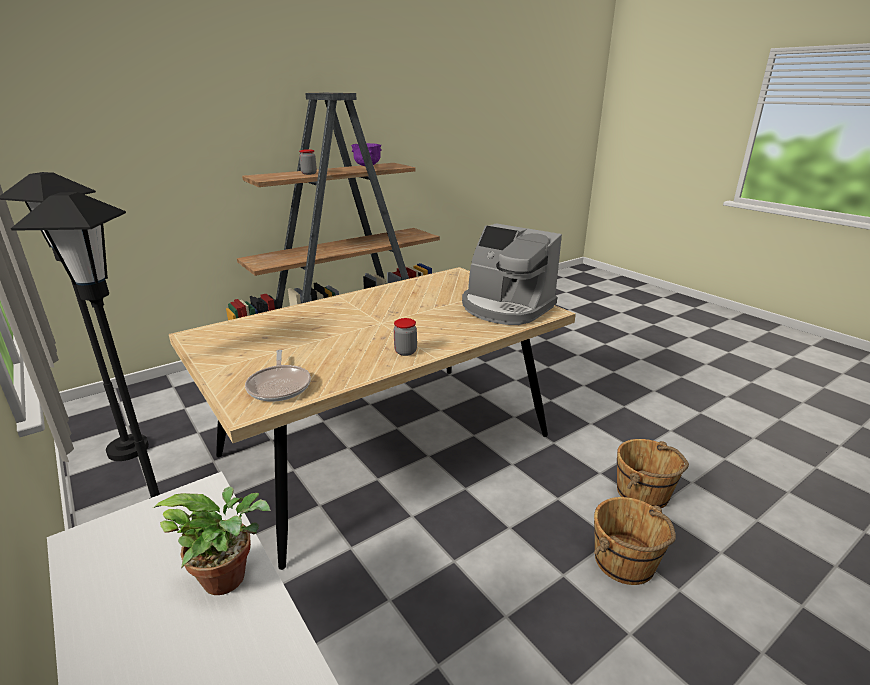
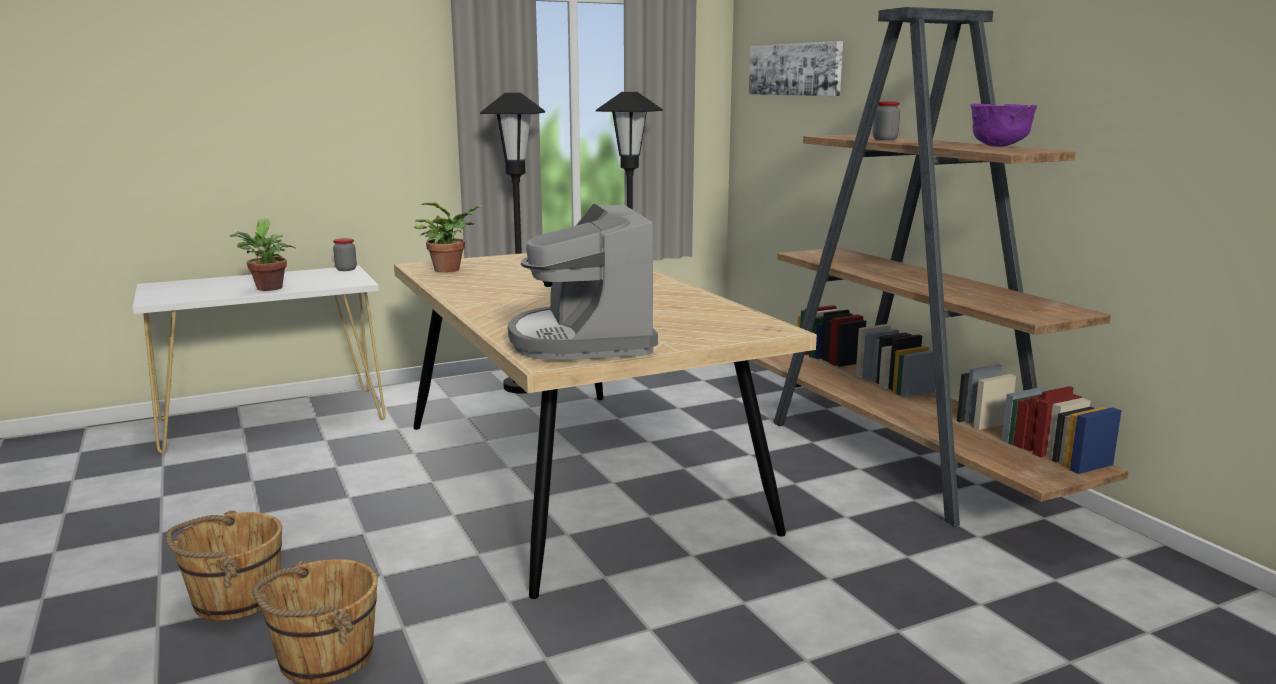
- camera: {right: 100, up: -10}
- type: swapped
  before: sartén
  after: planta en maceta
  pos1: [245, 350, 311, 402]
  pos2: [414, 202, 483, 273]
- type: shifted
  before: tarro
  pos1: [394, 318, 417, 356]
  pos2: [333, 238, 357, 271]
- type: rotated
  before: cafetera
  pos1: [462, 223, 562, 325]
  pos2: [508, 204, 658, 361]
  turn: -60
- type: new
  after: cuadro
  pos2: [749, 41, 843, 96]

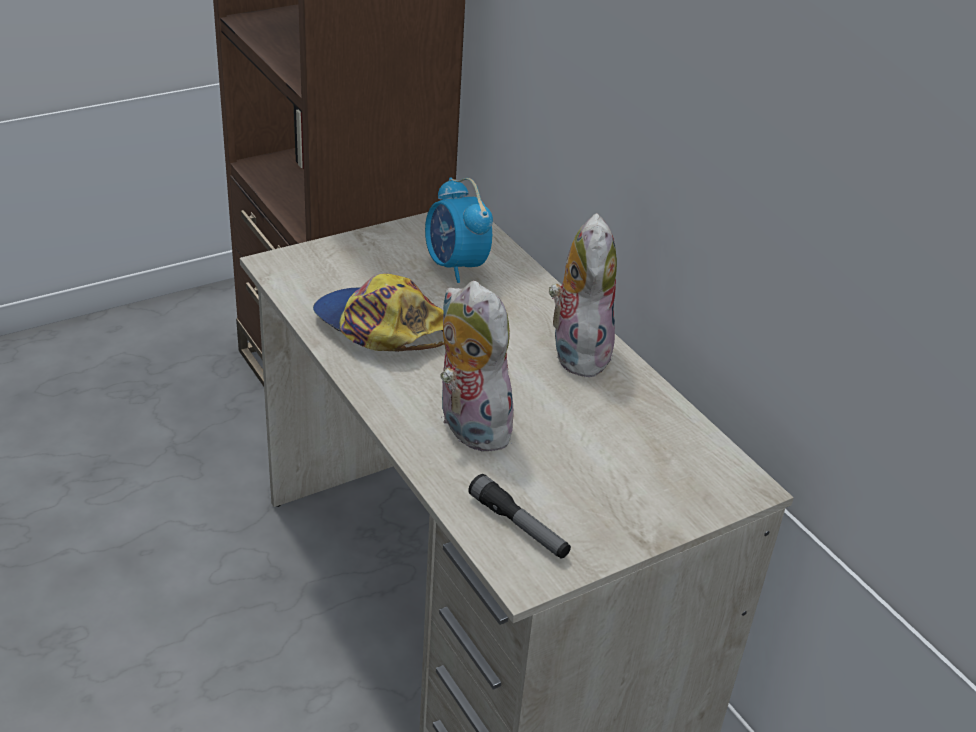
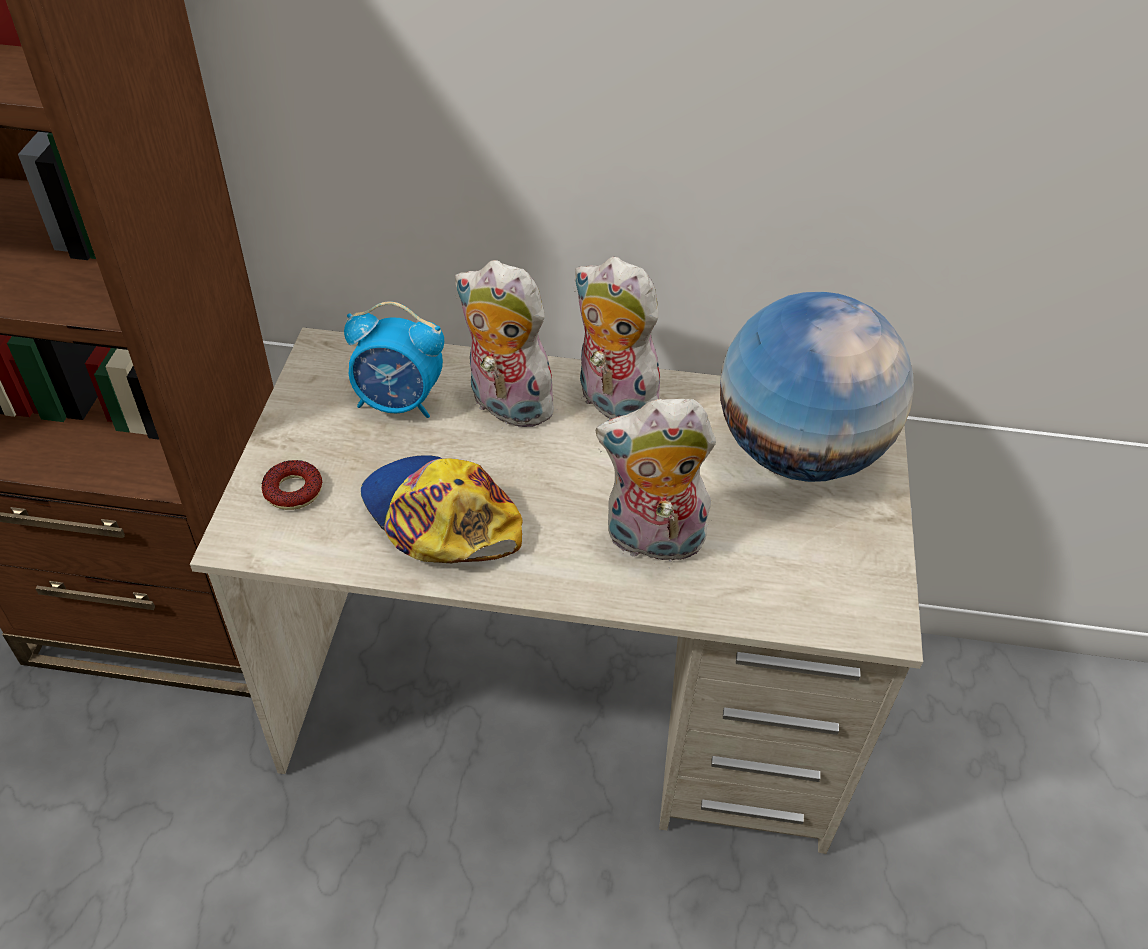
- camera: {right: -50, up: 10}
- type: rotated
  before: gorra
  pos1: [313, 274, 444, 352]
  pos2: [361, 455, 523, 563]
  turn: 60
- type: gone
  before: linterna
  pos1: [468, 474, 571, 559]
- type: new
  after: rosquilla
  pos2: [262, 460, 322, 510]
- type: new
  after: peluche
  pos2: [455, 260, 564, 427]
- type: new
  after: globo terráqueo
  pos2: [720, 292, 914, 482]

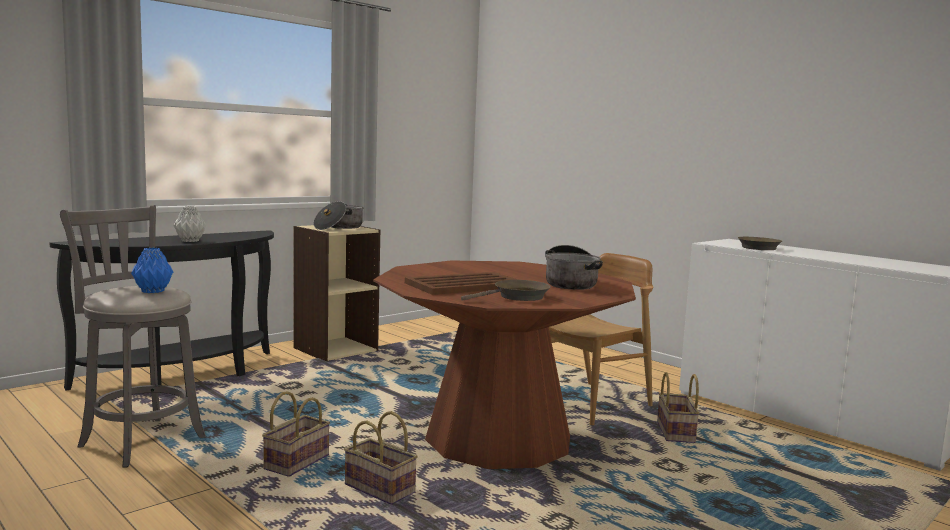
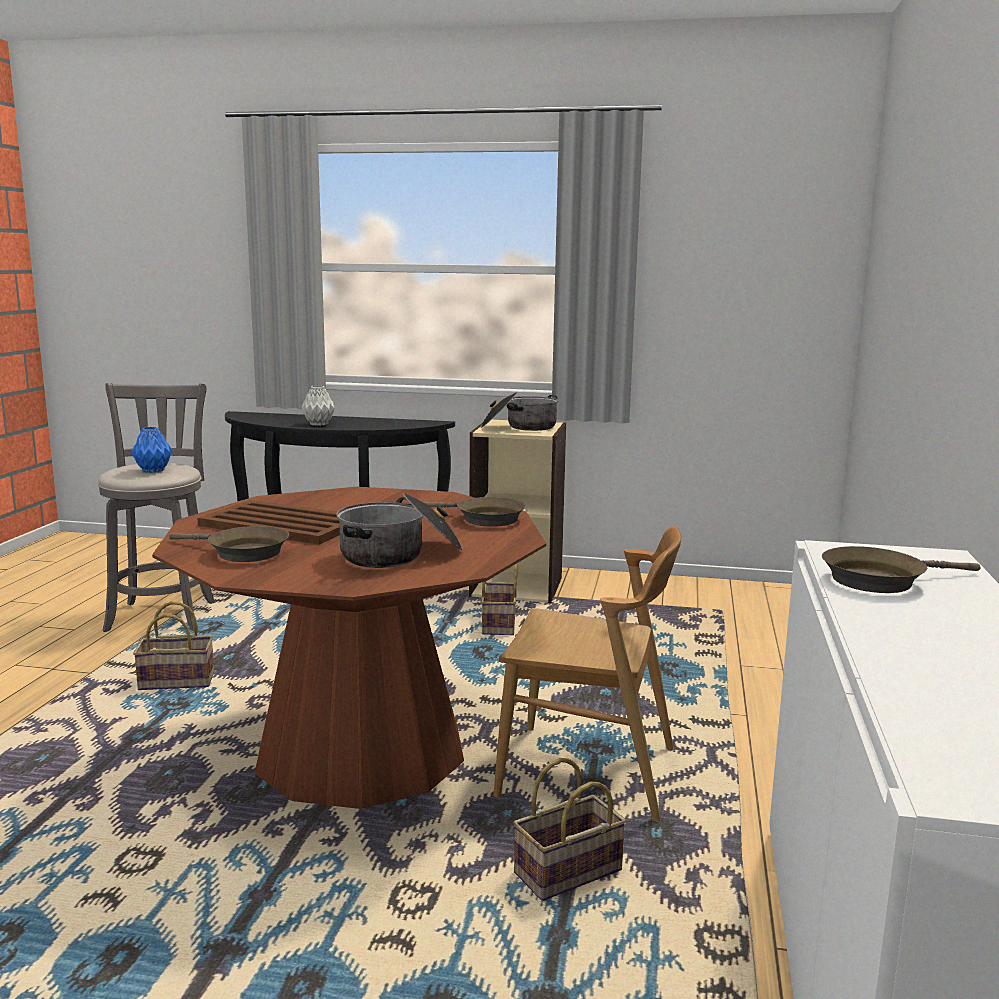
- camera: {right: 55, up: 5}
- type: shifted
  before: cesta
  pos1: [344, 411, 418, 505]
  pos2: [481, 564, 517, 635]
- type: new
  after: sartén/marrón
  pos2: [423, 497, 526, 527]

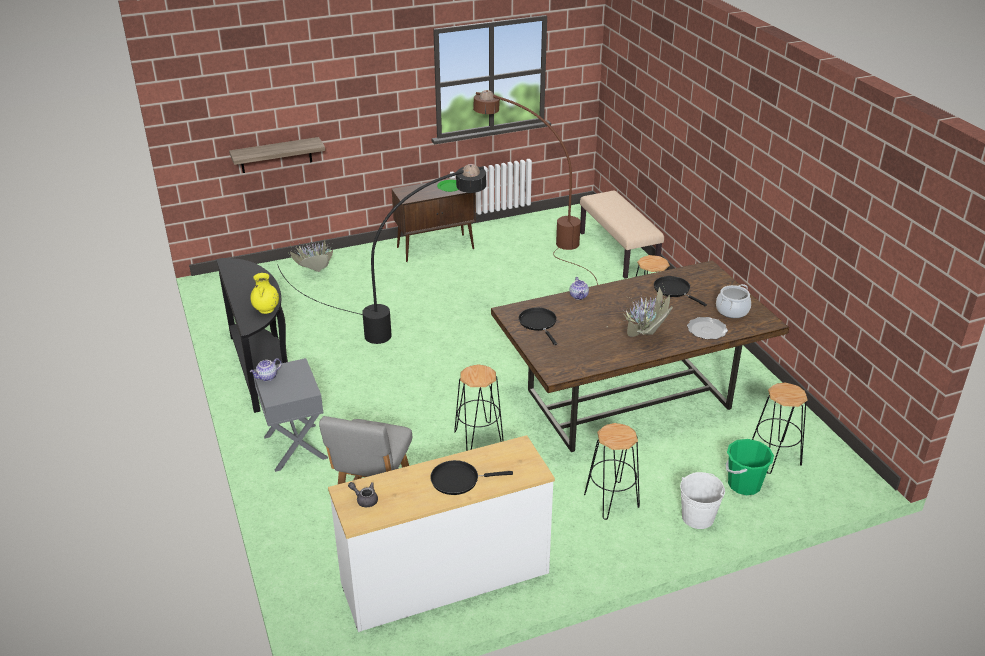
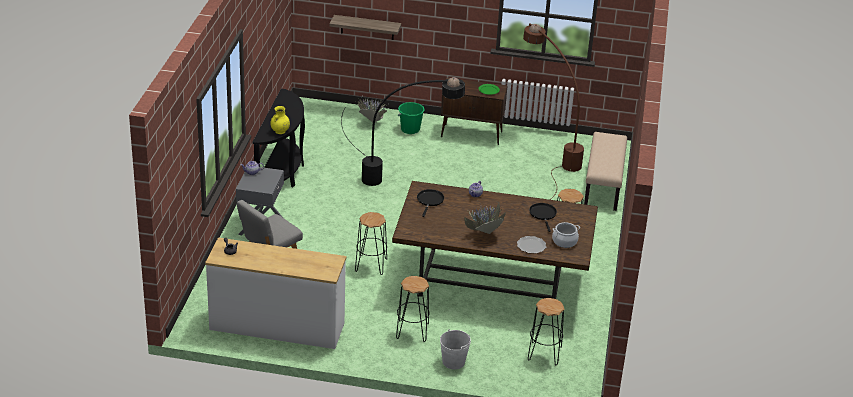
- camera: {right: 30, up: 0}
- type: gone
  before: sartén/negro
  pos1: [430, 460, 513, 495]
- type: shifted
  before: cubo/verde
  pos1: [725, 439, 774, 495]
  pos2: [398, 102, 425, 134]

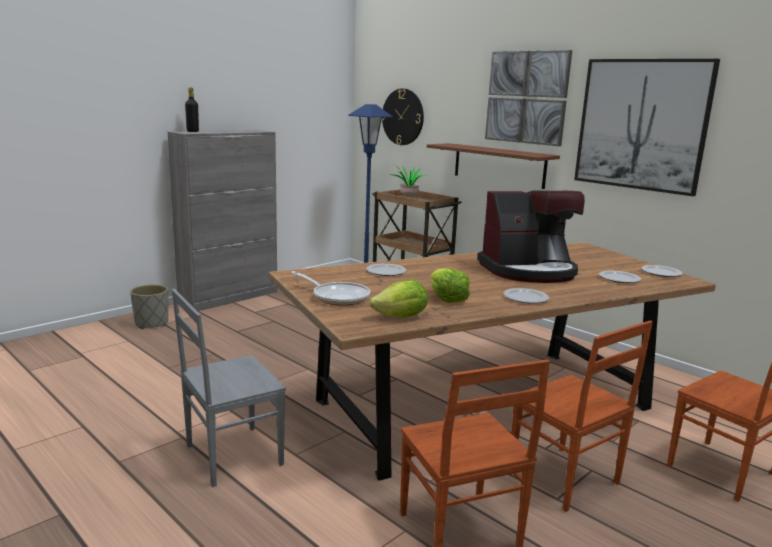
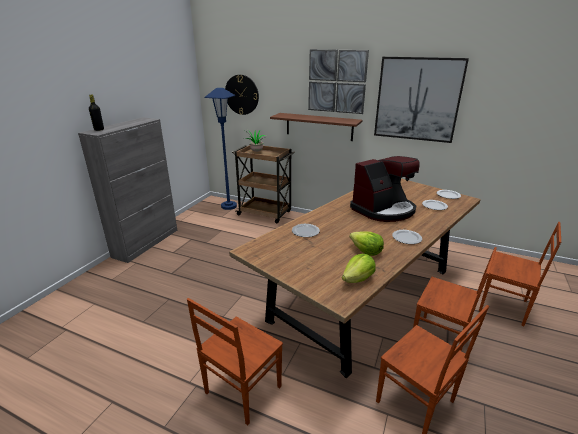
- camera: {right: -20, up: 10}
- type: gone
  before: maceta/gris
  pos1: [130, 285, 168, 329]
- type: repainted
  before: silla/gris
  after: silla/marrón
  pos1: [172, 289, 286, 487]
  pos2: [187, 298, 283, 425]
- type: gone
  before: sartén
  pos1: [291, 271, 370, 306]

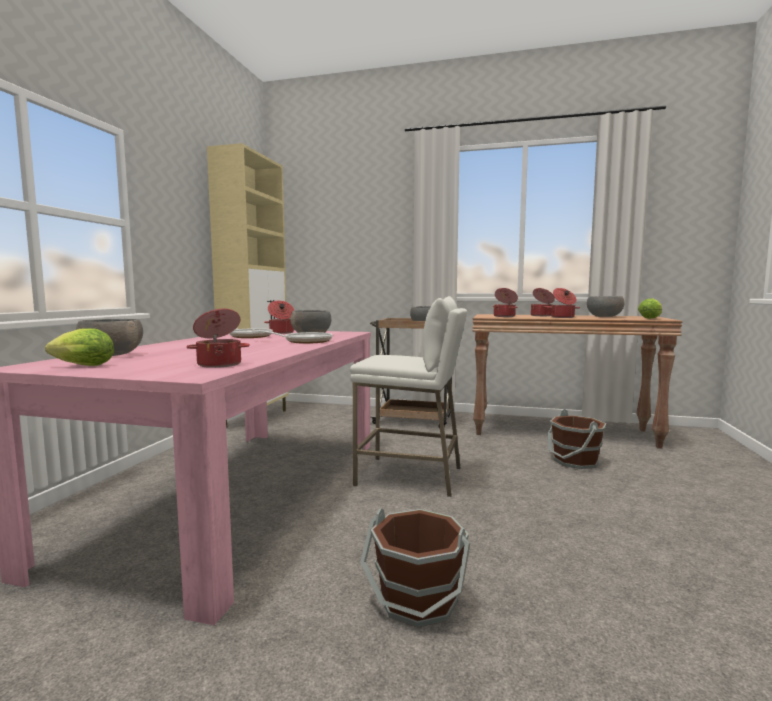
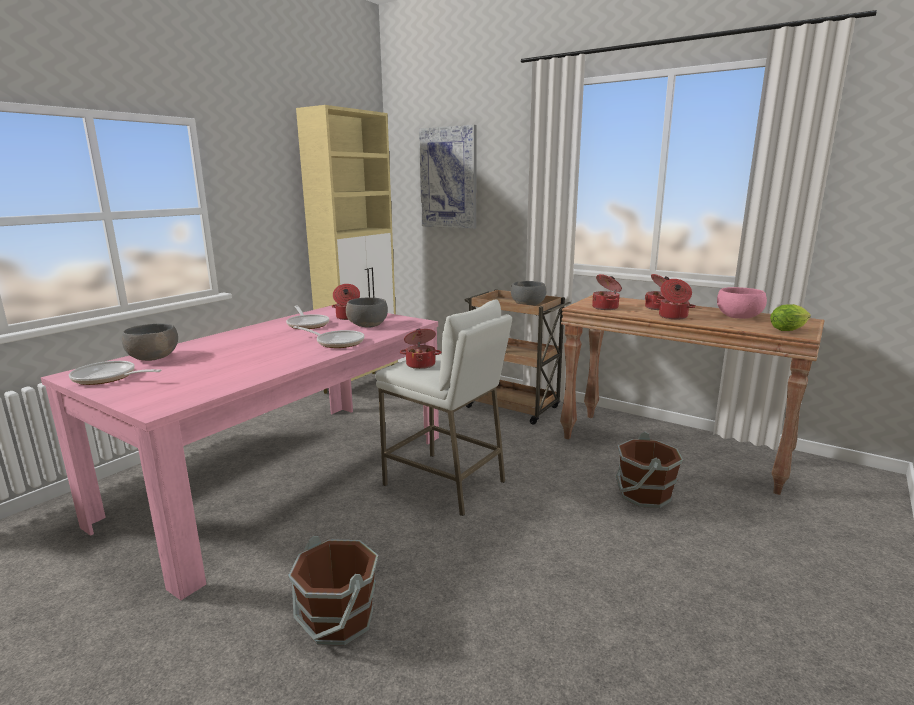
- camera: {right: 20, up: 10}
- type: swapped
  before: lechuga
  after: sartén
  pos1: [45, 328, 114, 366]
  pos2: [69, 361, 162, 385]
- type: shifted
  before: olla
  pos1: [186, 309, 250, 368]
  pos2: [400, 329, 441, 369]
- type: repainted
  before: cuenco/gris
  after: cuenco/rosa
  pos1: [587, 296, 624, 317]
  pos2: [717, 287, 767, 319]
- type: new
  after: cuadro
  pos2: [419, 125, 477, 229]

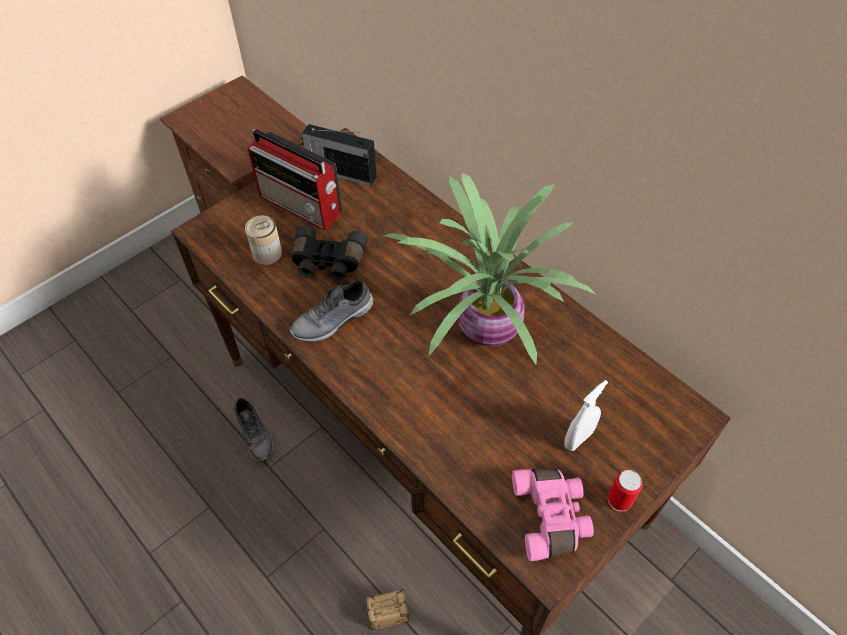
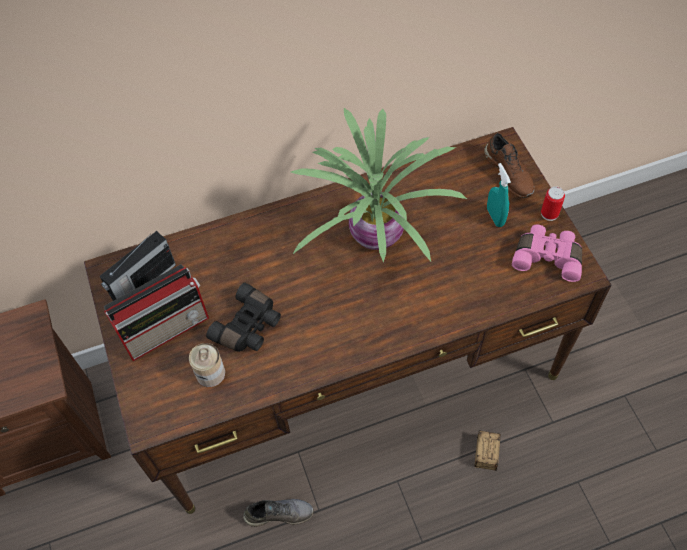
- camera: {right: -65, up: 5}
- type: gone
  before: zapato/gris
  pos1: [289, 280, 374, 342]
- type: repainted
  before: pulverizador/blanco
  after: pulverizador/turquesa
  pos1: [564, 380, 608, 451]
  pos2: [487, 163, 511, 227]
- type: new
  after: zapato/marrón
  pos2: [484, 133, 534, 198]

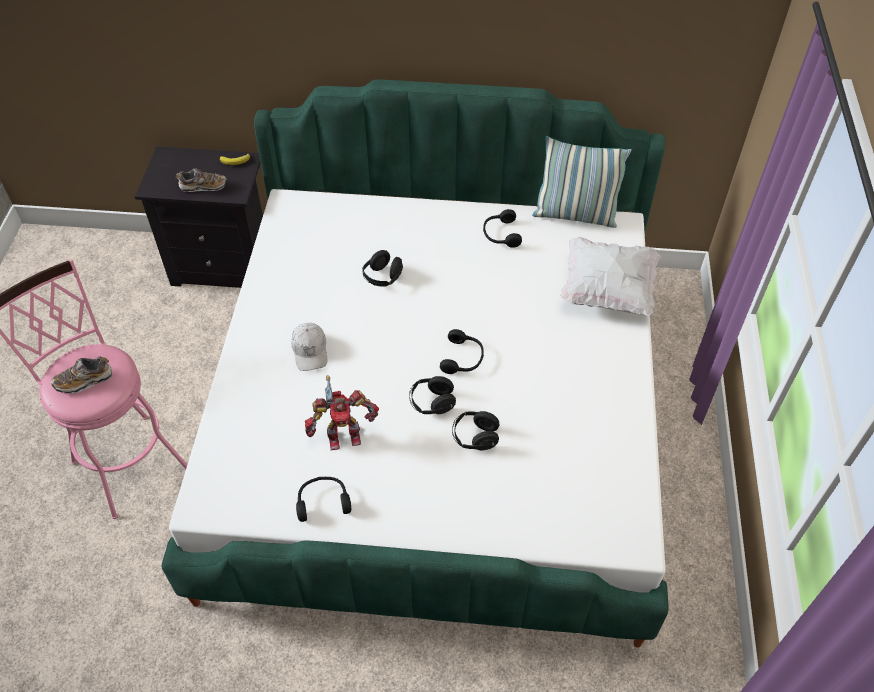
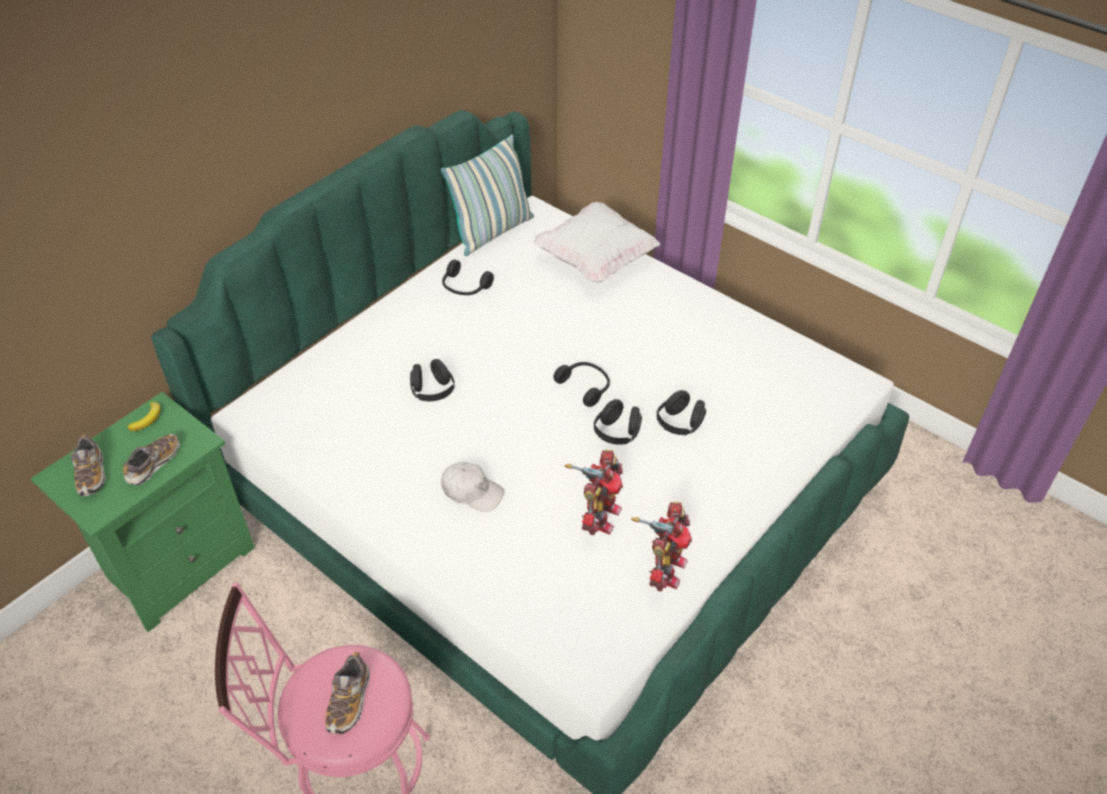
- camera: {right: -55, up: -5}
- type: repainted
  before: mesita de noche/negro
  after: mesita de noche/verde
  pos1: [135, 146, 263, 288]
  pos2: [30, 392, 255, 632]
- type: swapped
  before: auriculares/negro
  after: robot de juguete
  pos1: [296, 477, 351, 522]
  pos2: [631, 502, 692, 591]
- type: new
  after: zapato
  pos2: [71, 434, 106, 496]

